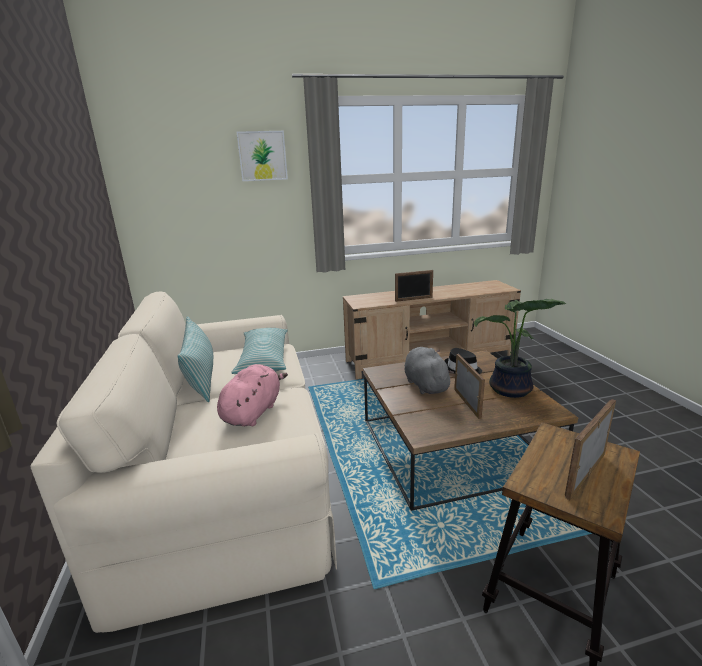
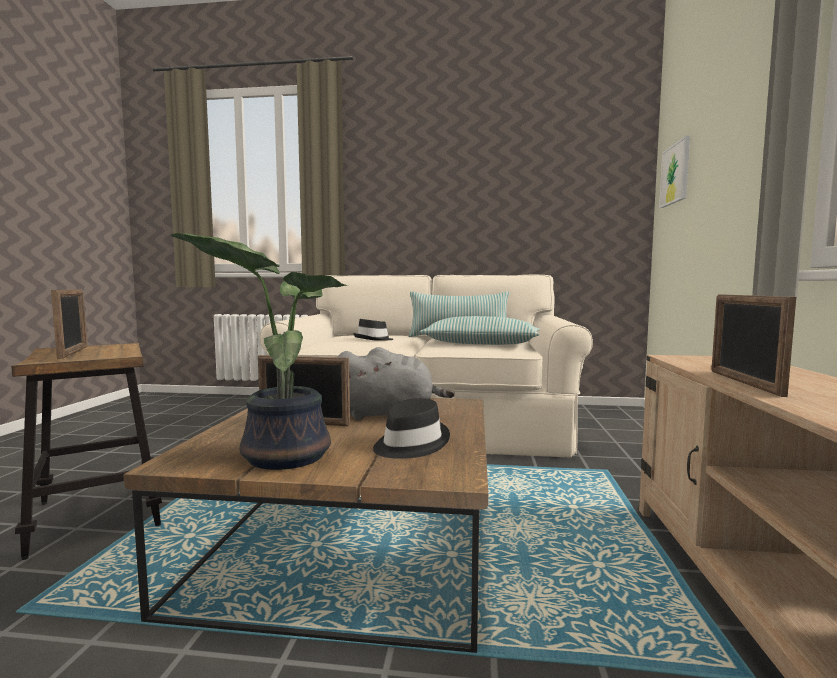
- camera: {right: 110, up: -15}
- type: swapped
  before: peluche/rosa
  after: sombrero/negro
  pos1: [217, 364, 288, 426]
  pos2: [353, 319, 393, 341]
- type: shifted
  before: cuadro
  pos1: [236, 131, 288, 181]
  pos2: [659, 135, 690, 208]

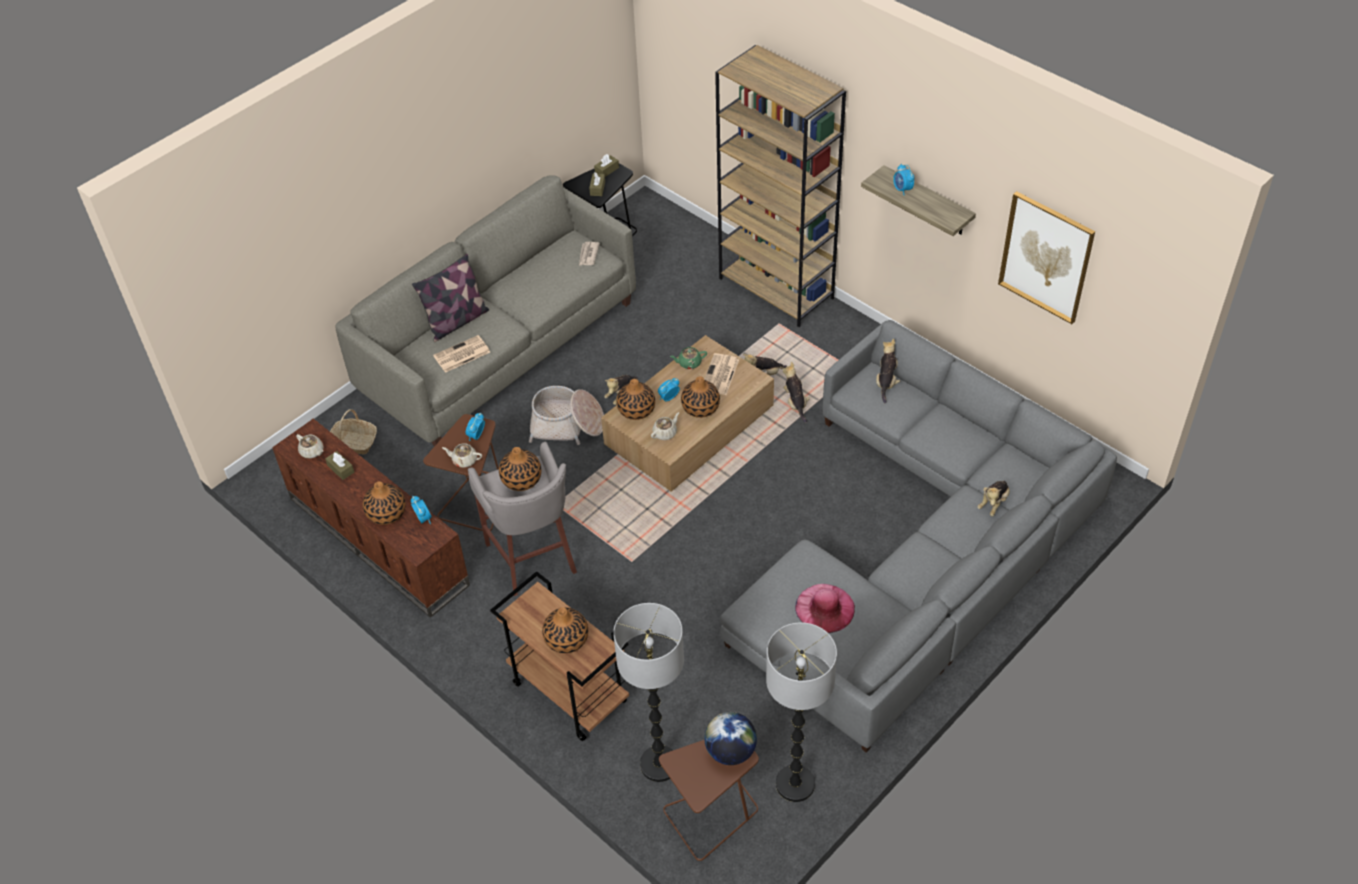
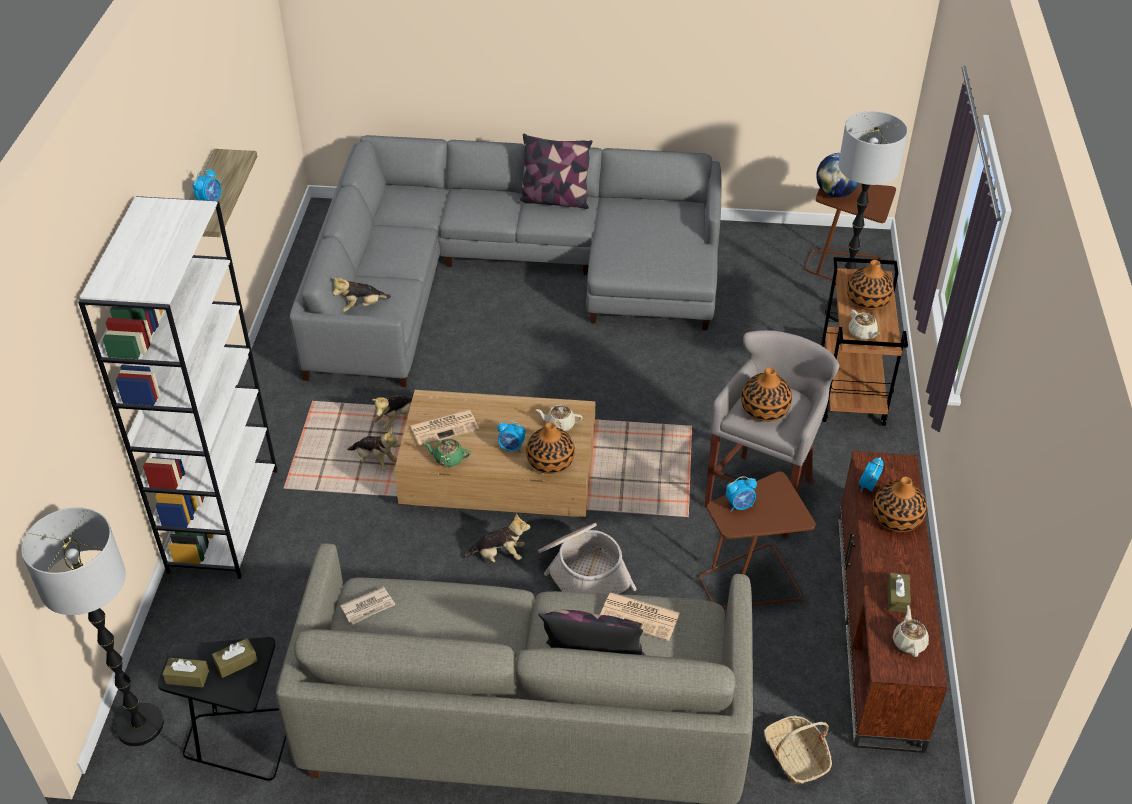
- camera: {right: -130, up: -5}
- type: shifted
  before: tetera/beis
  pos1: [442, 443, 482, 468]
  pos2: [849, 309, 880, 340]
- type: rotated
  before: tetera/verde
  pos1: [670, 347, 707, 369]
  pos2: [423, 439, 471, 467]
  turn: 150
- type: gone
  before: florero
  pos1: [681, 376, 720, 418]
- type: repainted
  before: estantería/marrón
  after: estantería/blanco
  pos1: [715, 45, 846, 327]
  pos2: [78, 196, 277, 579]
- type: shifted
  before: lámpara de pie
  pos1: [766, 622, 837, 802]
  pos2: [21, 507, 164, 746]
- type: gone
  before: sombrero/rosa
  pos1: [795, 584, 855, 633]
- type: gone
  before: peluche
  pos1: [977, 481, 1010, 516]
- type: gone
  before: cuadro
  pos1: [998, 191, 1095, 324]
- type: new
  after: cojín
  pos2: [518, 134, 593, 209]

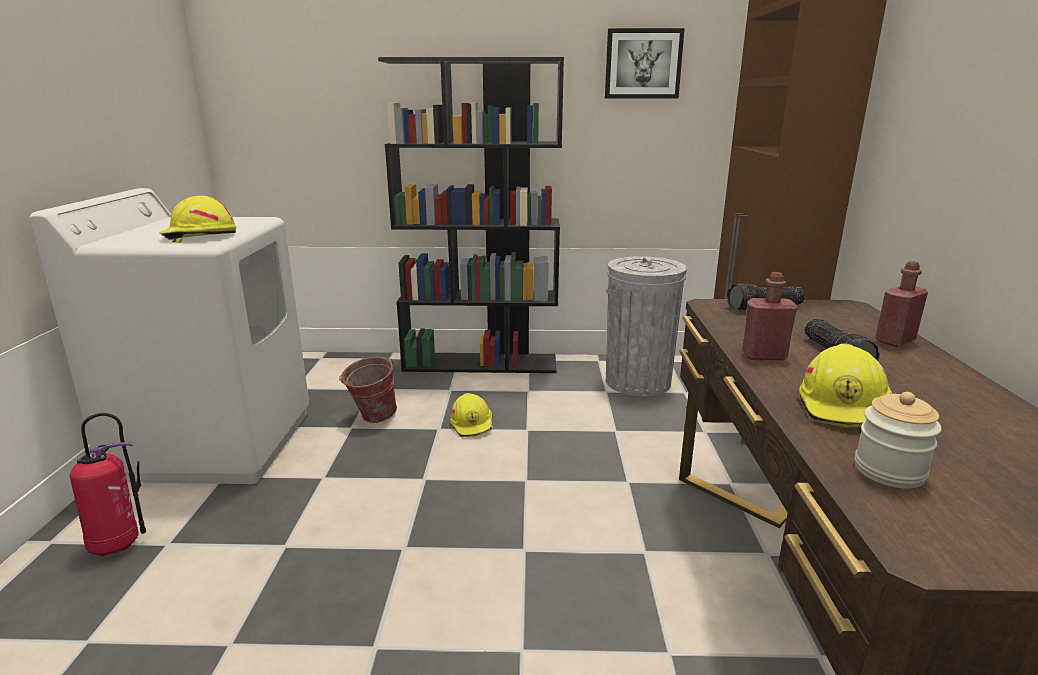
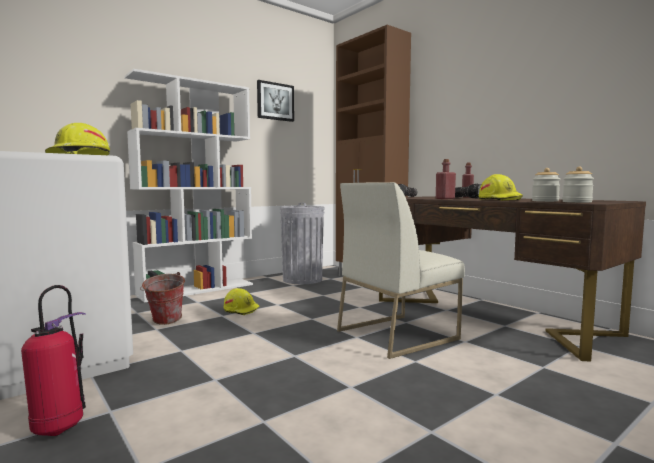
- camera: {right: -40, up: -15}
- type: repainted
  before: estantería/negro
  after: estantería/blanco
  pos1: [378, 57, 564, 373]
  pos2: [124, 69, 253, 303]
- type: new
  after: silla/blanco
  pos2: [337, 182, 465, 359]
- type: new
  after: tarro
  pos2: [562, 166, 594, 203]

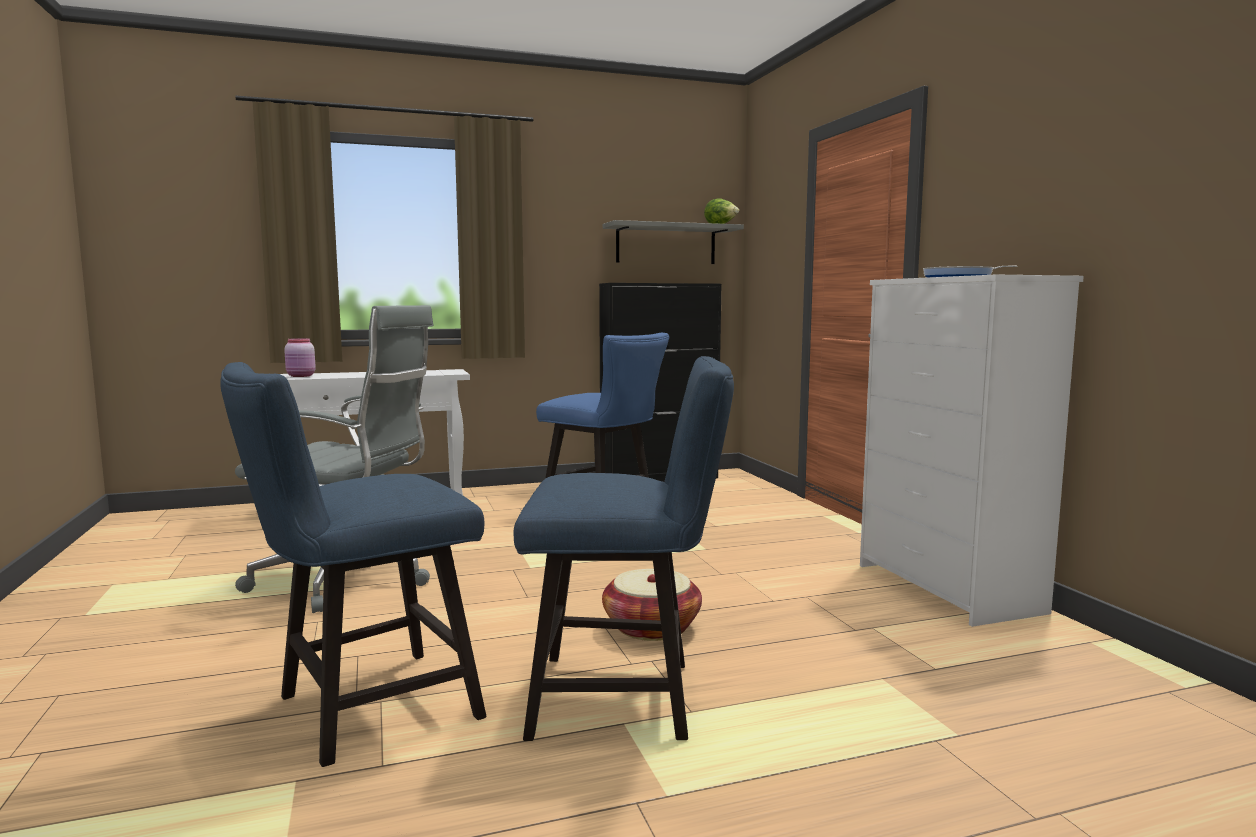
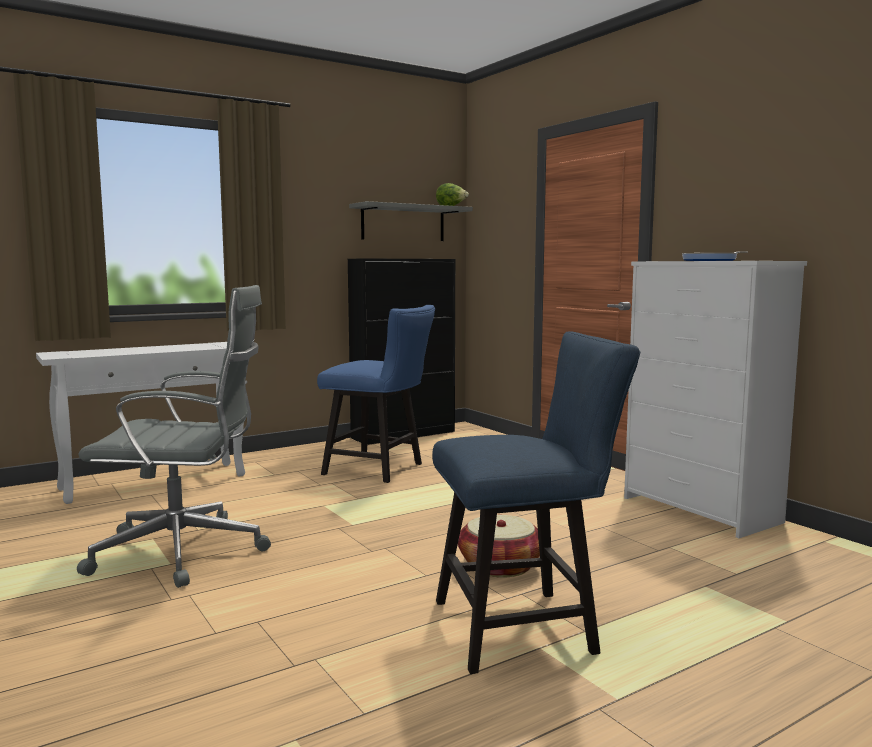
- camera: {right: -15, up: 0}
- type: gone
  before: silla/azul
  pos1: [220, 362, 486, 767]
- type: gone
  before: tarro/rosa
  pos1: [284, 338, 316, 377]

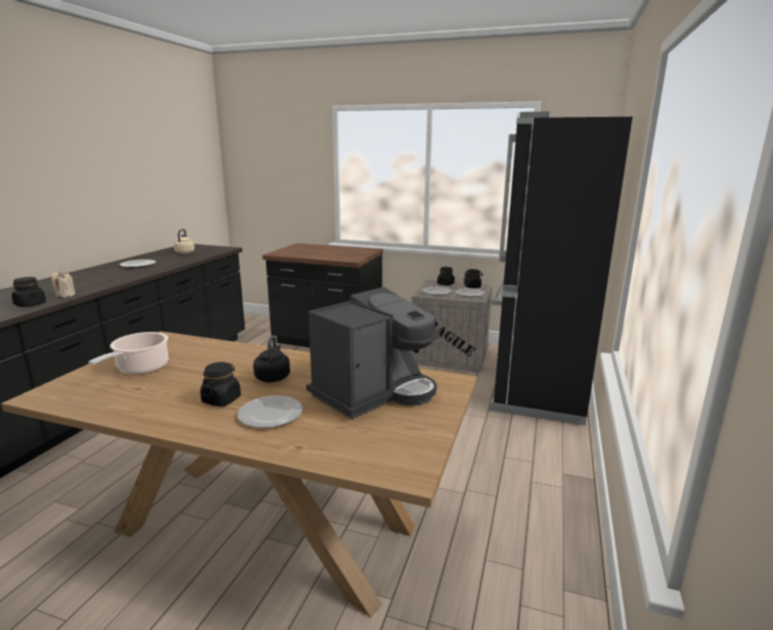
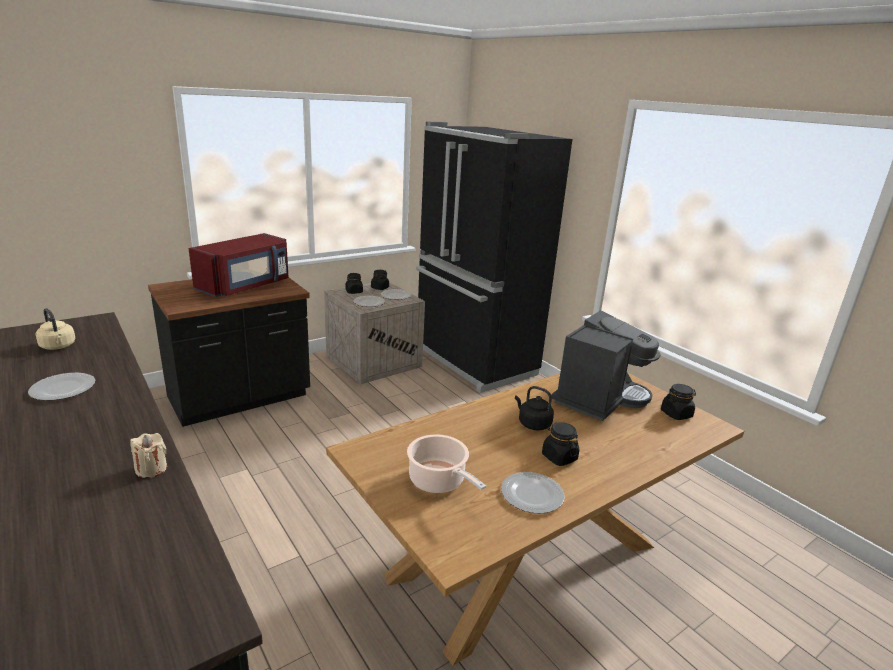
- camera: {right: -55, up: 5}
- type: shifted
  before: tarro/negro
  pos1: [12, 277, 46, 307]
  pos2: [661, 384, 696, 420]
- type: shifted
  before: plato
  pos1: [237, 396, 303, 428]
  pos2: [501, 472, 565, 513]
- type: rotated
  before: cafetera
  pos1: [306, 287, 438, 419]
  pos2: [551, 310, 661, 421]
  turn: 45
- type: new
  after: microondas/rojo
  pos2: [189, 233, 289, 297]

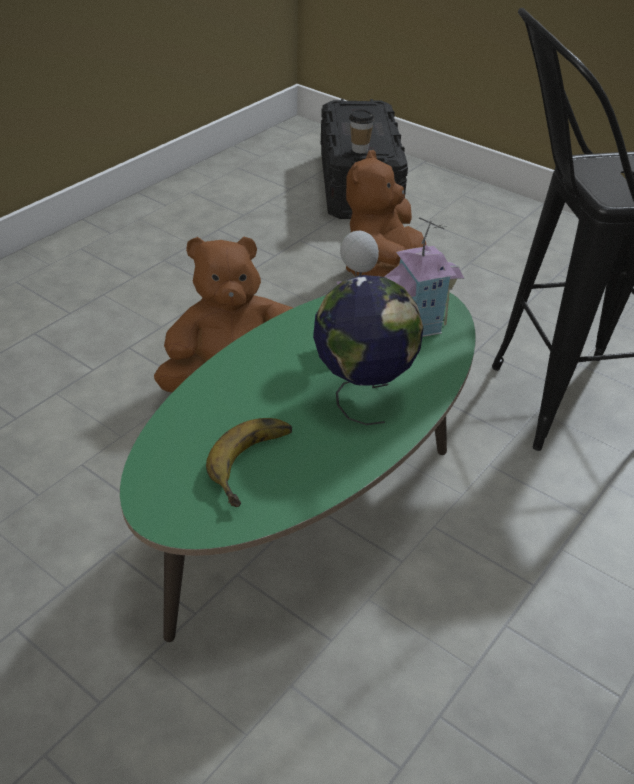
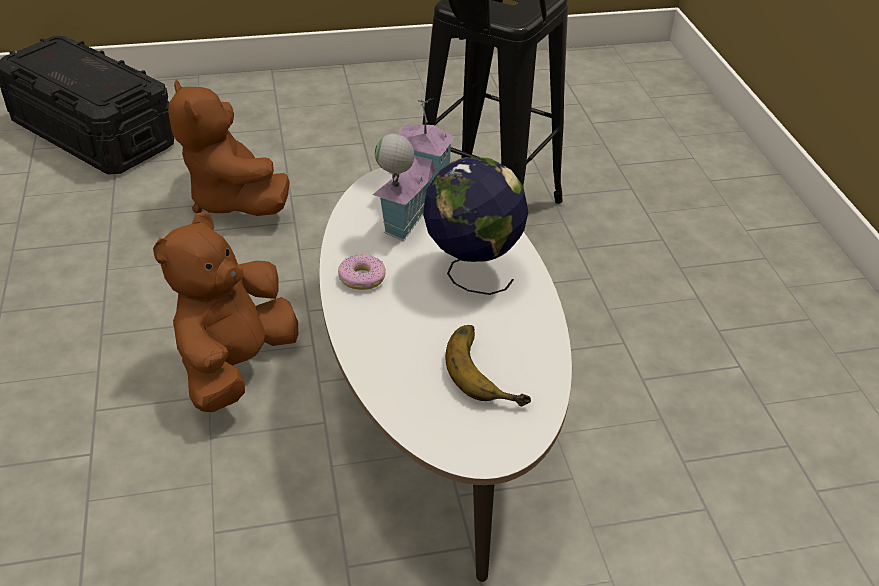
- camera: {right: -50, up: 0}
- type: repainted
  before: mesa de centro/verde
  after: mesa de centro/blanco
  pos1: [120, 292, 476, 642]
  pos2: [319, 167, 572, 582]
- type: gone
  before: taza
  pos1: [349, 109, 375, 153]
- type: new
  after: rosquilla
  pos2: [338, 254, 386, 290]

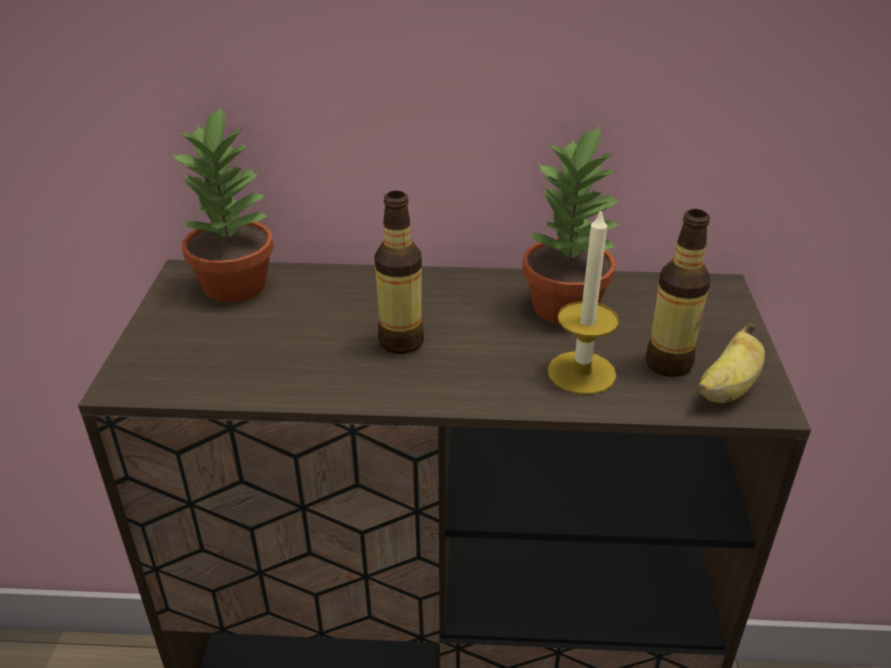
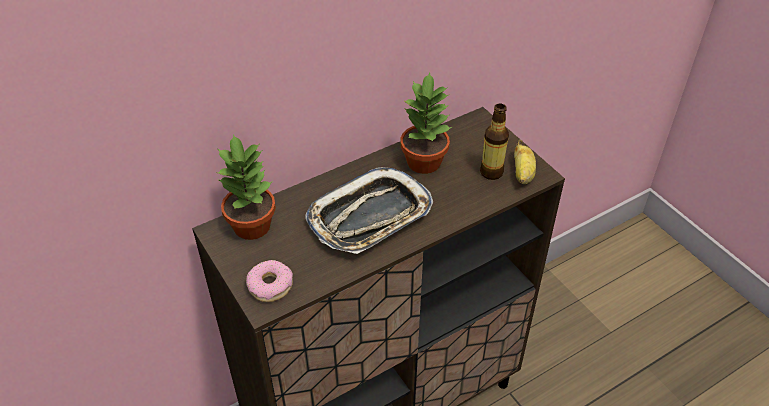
- camera: {right: -35, up: 10}
- type: swapped
  before: botella
  after: bandeja
  pos1: [374, 191, 424, 354]
  pos2: [305, 167, 433, 254]
- type: gone
  before: vela
  pos1: [548, 210, 619, 395]
- type: new
  after: rosquilla
  pos2: [246, 260, 293, 302]

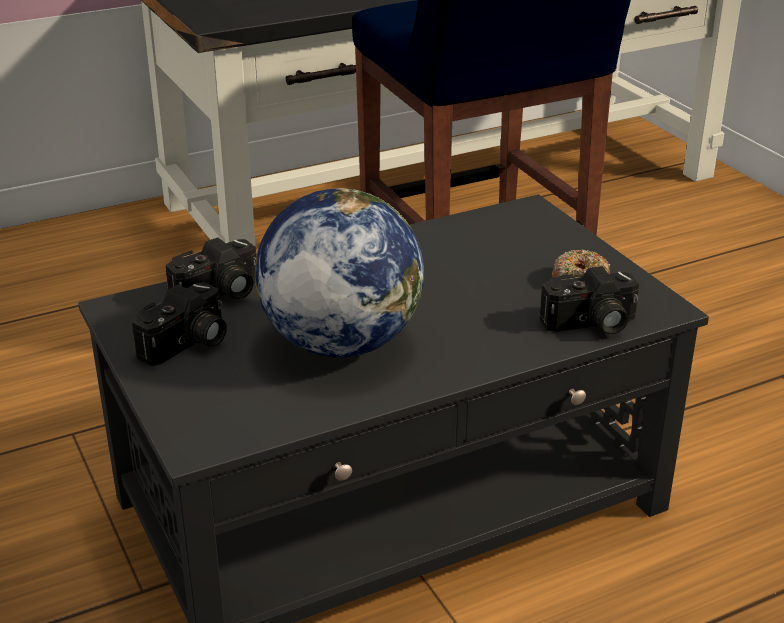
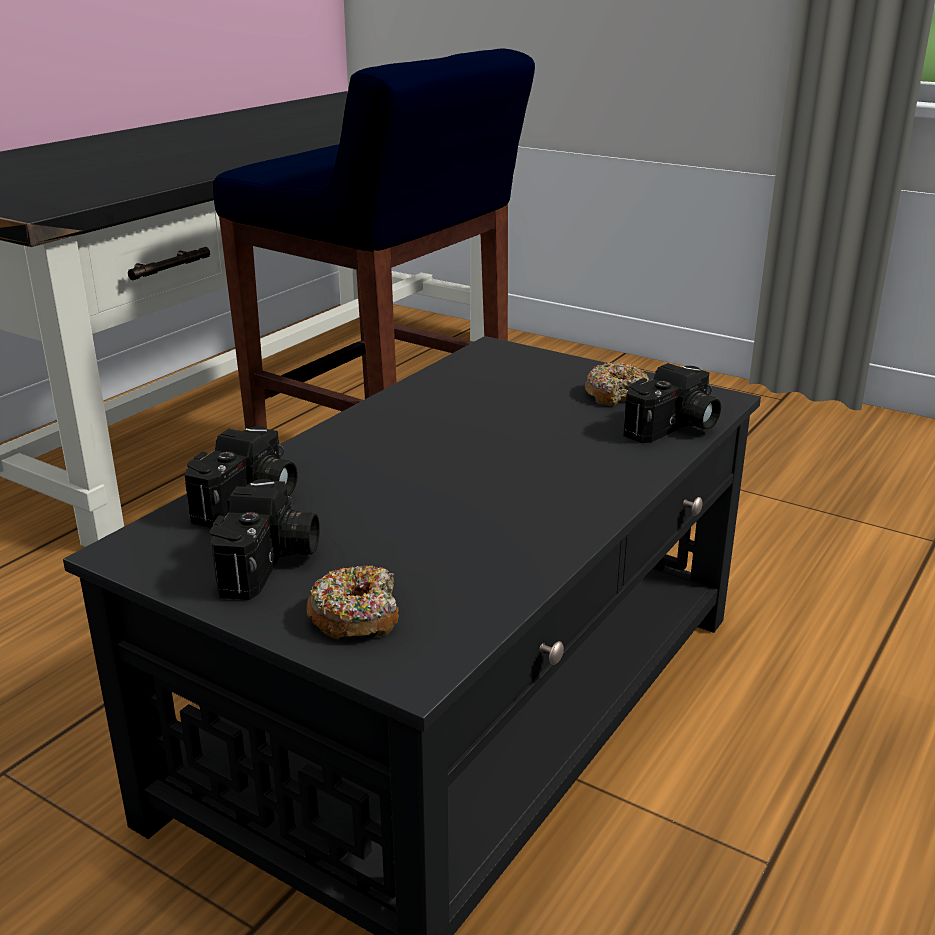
- camera: {right: -30, up: -5}
- type: gone
  before: globo terráqueo
  pos1: [255, 188, 424, 357]
- type: new
  after: rosquilla
  pos2: [307, 565, 399, 639]

